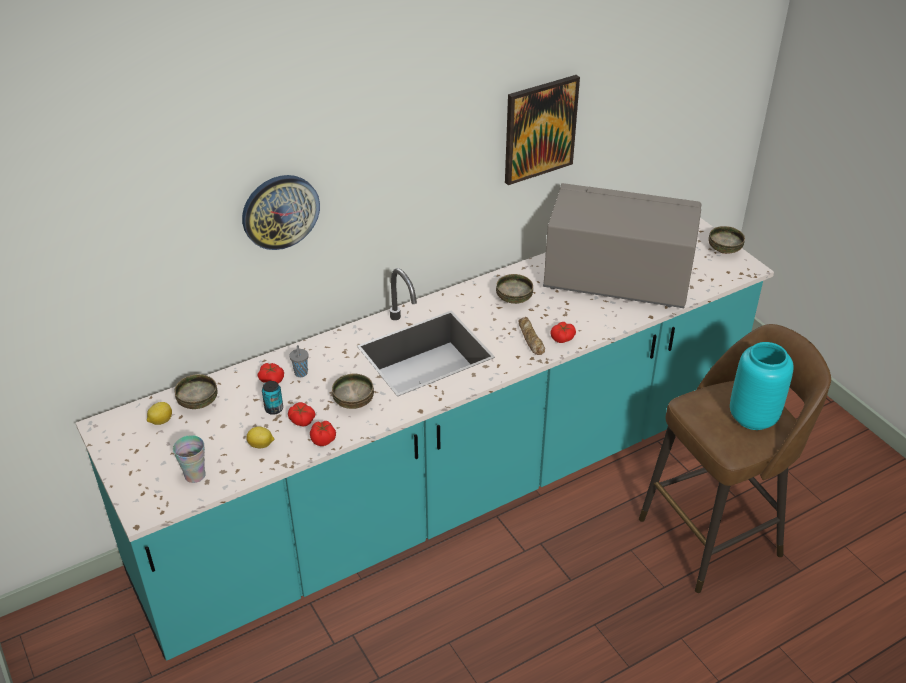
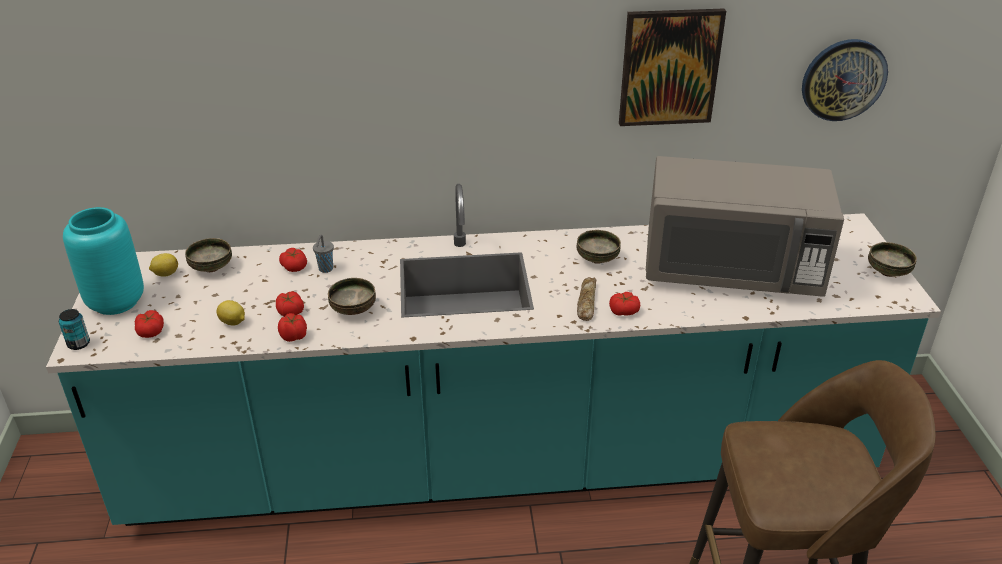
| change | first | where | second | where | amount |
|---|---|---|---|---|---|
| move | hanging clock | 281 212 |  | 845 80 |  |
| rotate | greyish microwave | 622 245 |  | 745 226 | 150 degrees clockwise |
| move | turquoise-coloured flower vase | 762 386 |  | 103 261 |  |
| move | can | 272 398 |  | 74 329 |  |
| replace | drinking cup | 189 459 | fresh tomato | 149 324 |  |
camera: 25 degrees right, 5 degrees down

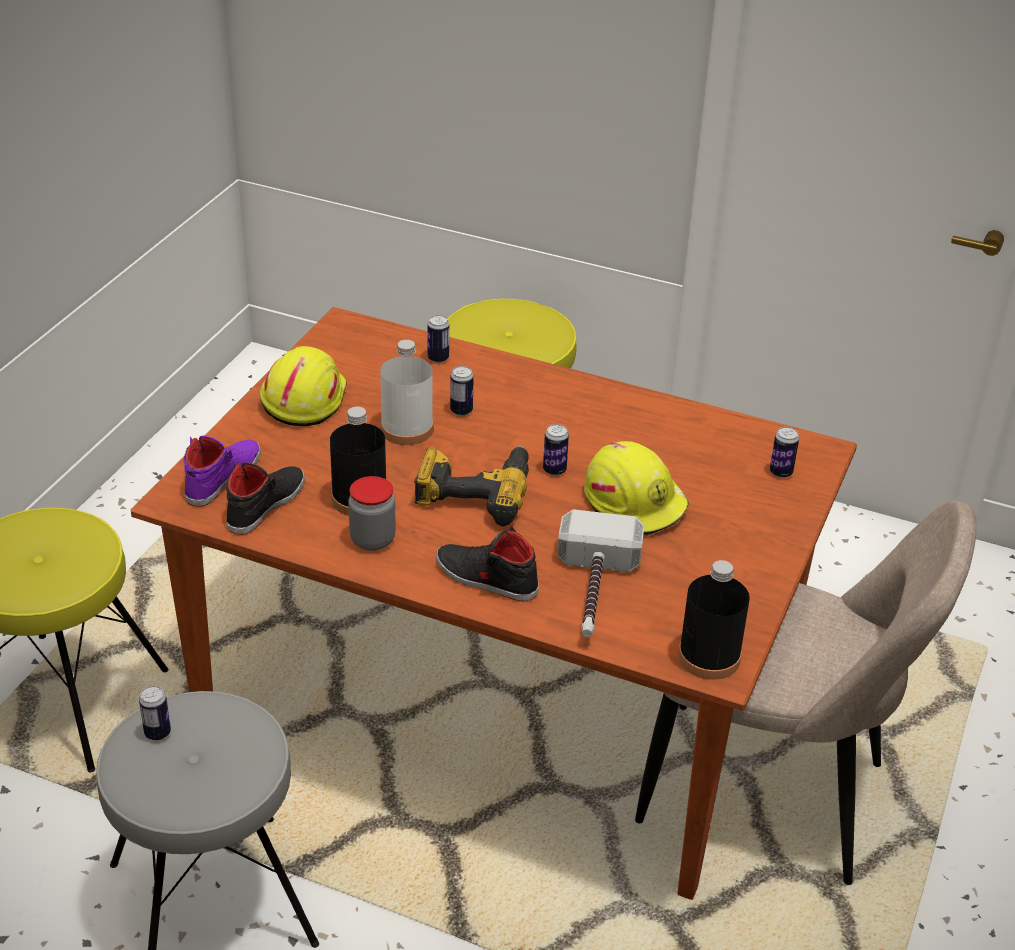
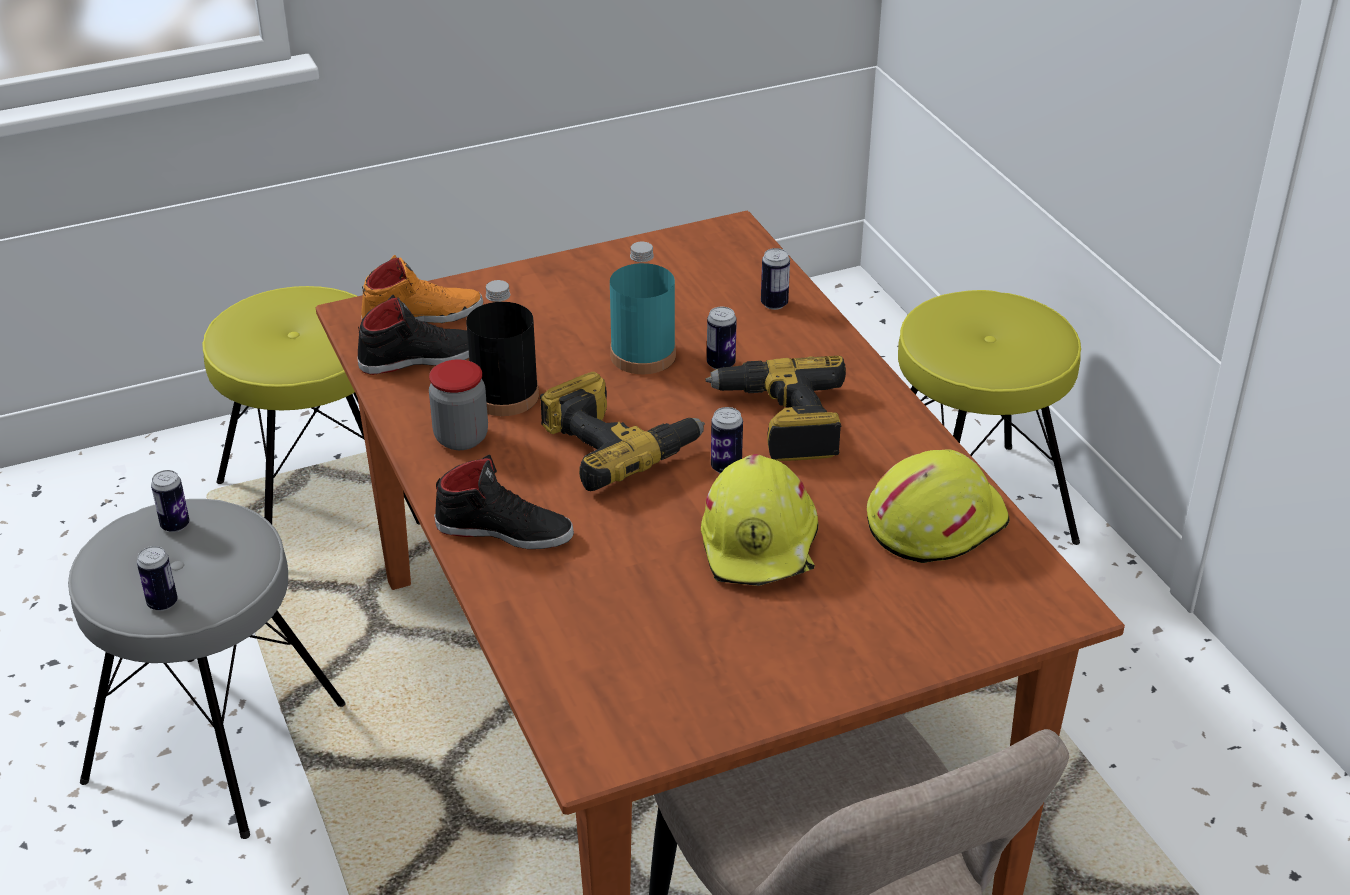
| change | first | where | second | where | amount |
|---|---|---|---|---|---|
| recolor | white-coloured drink bottle | 406 392 | turquoise-coloured drink bottle | 643 308 |  |
| move | yellow safety helmet | 303 386 |  | 938 506 |  |
| move | can | 784 452 |  | 157 578 |  |
| recolor | purple-coloured low shoe | 222 471 | orange low shoe | 422 289 |  |
| delete | hand hammer | 600 573 |  |  |  |
| rotate | black low shoe | 487 564 |  | 504 502 | 120 degrees clockwise |
| delete | black drink bottle | 714 620 |  |  |  |
| insert |  |  | drill | 775 408 |  |
camera: 45 degrees right, 0 degrees up

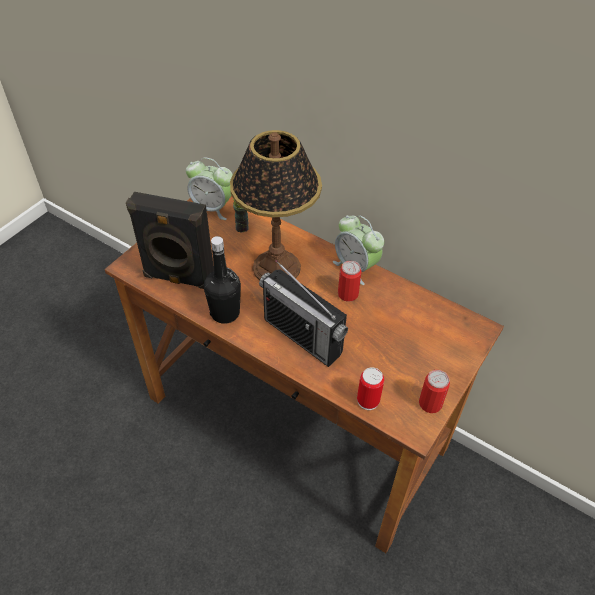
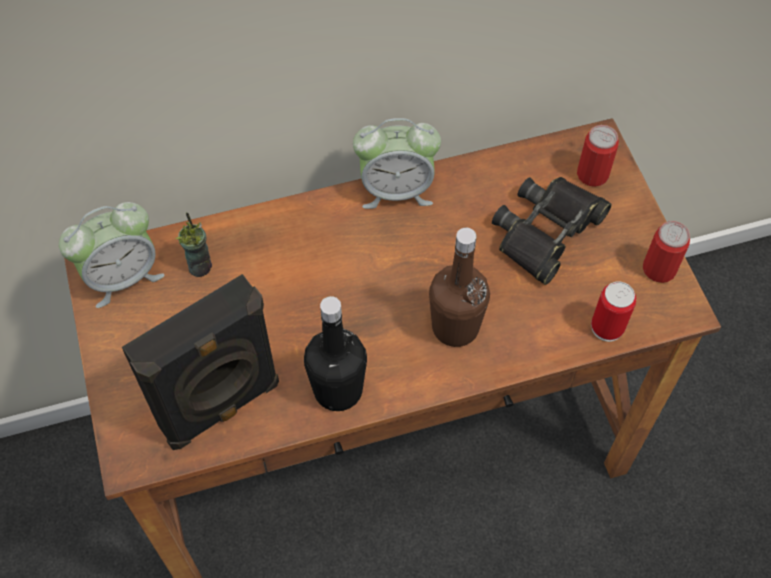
| change | first | where | second | where | amount |
|---|---|---|---|---|---|
| delete | table lamp | 276 205 |  |  |  |
| replace | radio | 303 313 | brown drink bottle | 459 287 |  |
| move | can | 350 281 |  | 598 156 |  |
| insert |  |  | black pair of binoculars | 551 231 |  |
camera: 50 degrees left, 10 degrees up

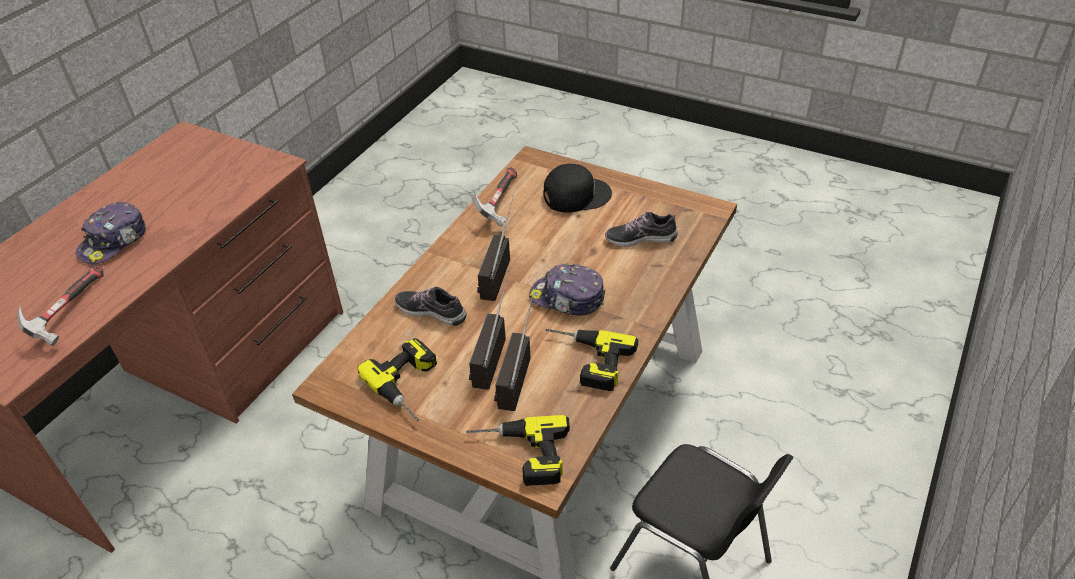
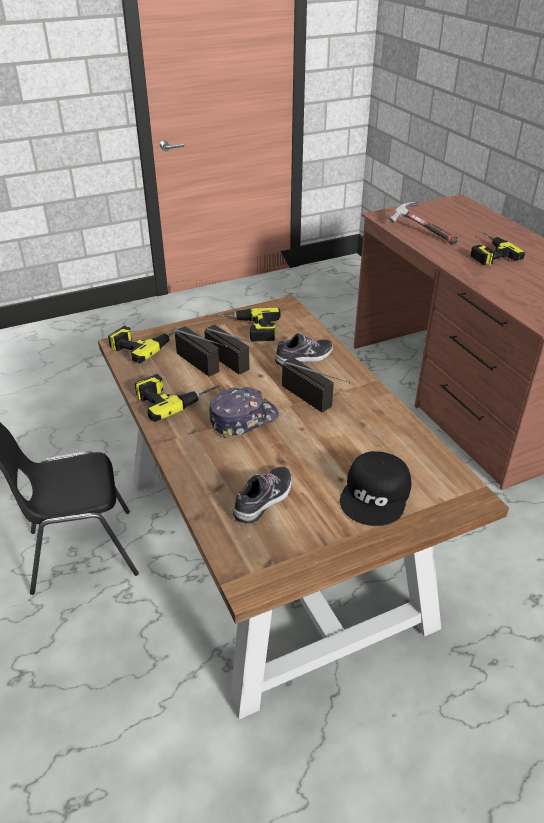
| change | first | where | second | where | amount |
|---|---|---|---|---|---|
| delete | hand hammer | 494 197 |  |  |  |
| replace | cap | 111 233 | drill | 497 248 |  |
camera: 125 degrees right, 5 degrees down

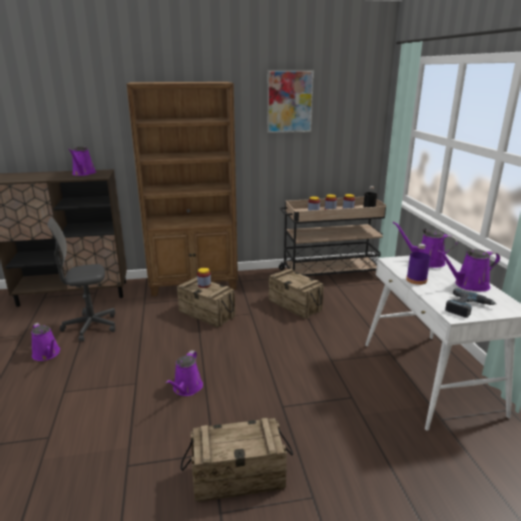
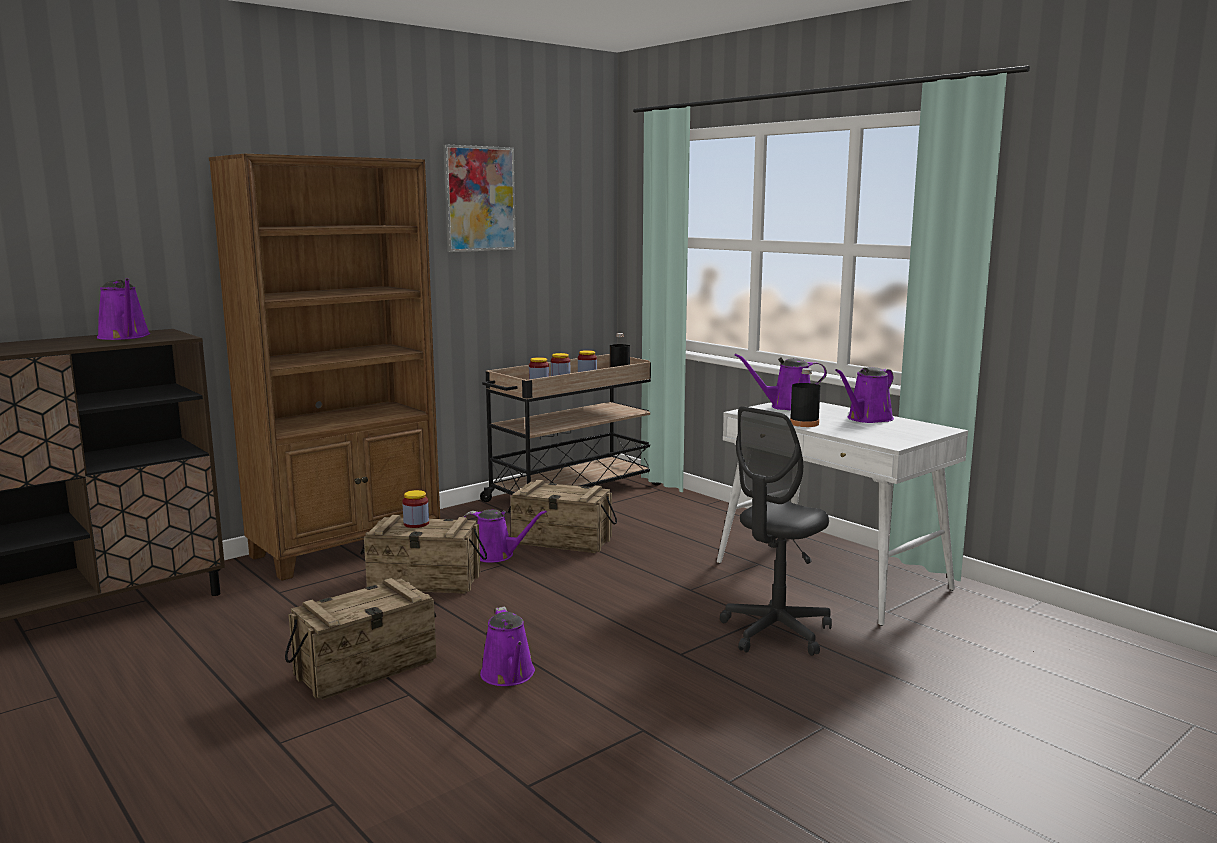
| change | first | where | second | where | amount |
|---|---|---|---|---|---|
| move | greyish computer chair | 81 280 |  | 776 531 |  |
| recolor | purple-coloured drink bottle | 418 264 | black drink bottle | 805 397 |  |
| delete | drill | 470 302 |  |  |  |
| move | purple-coloured sprinkling can | 45 342 |  | 505 536 |  |
| move | packing crate | 237 460 |  | 360 639 |  |
camera: 30 degrees left, 10 degrees down

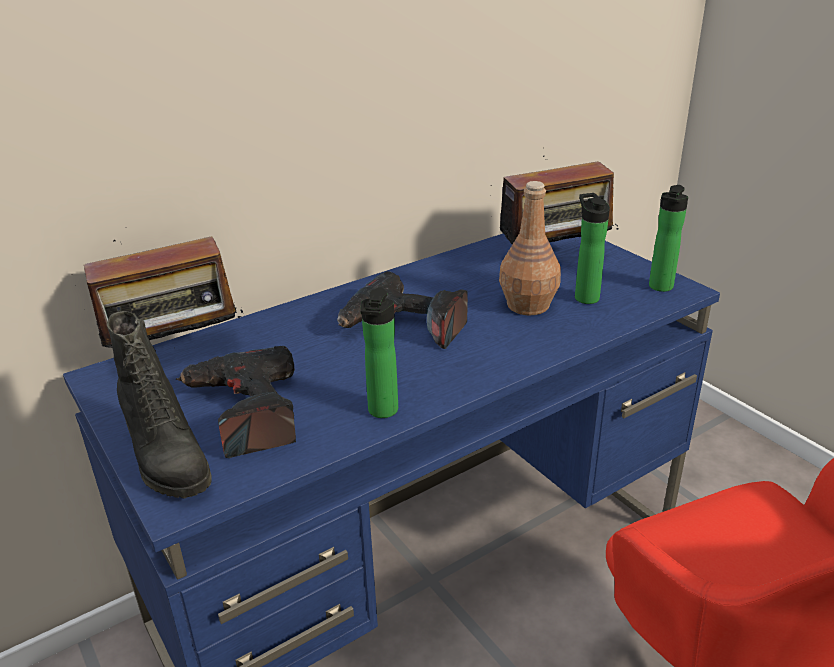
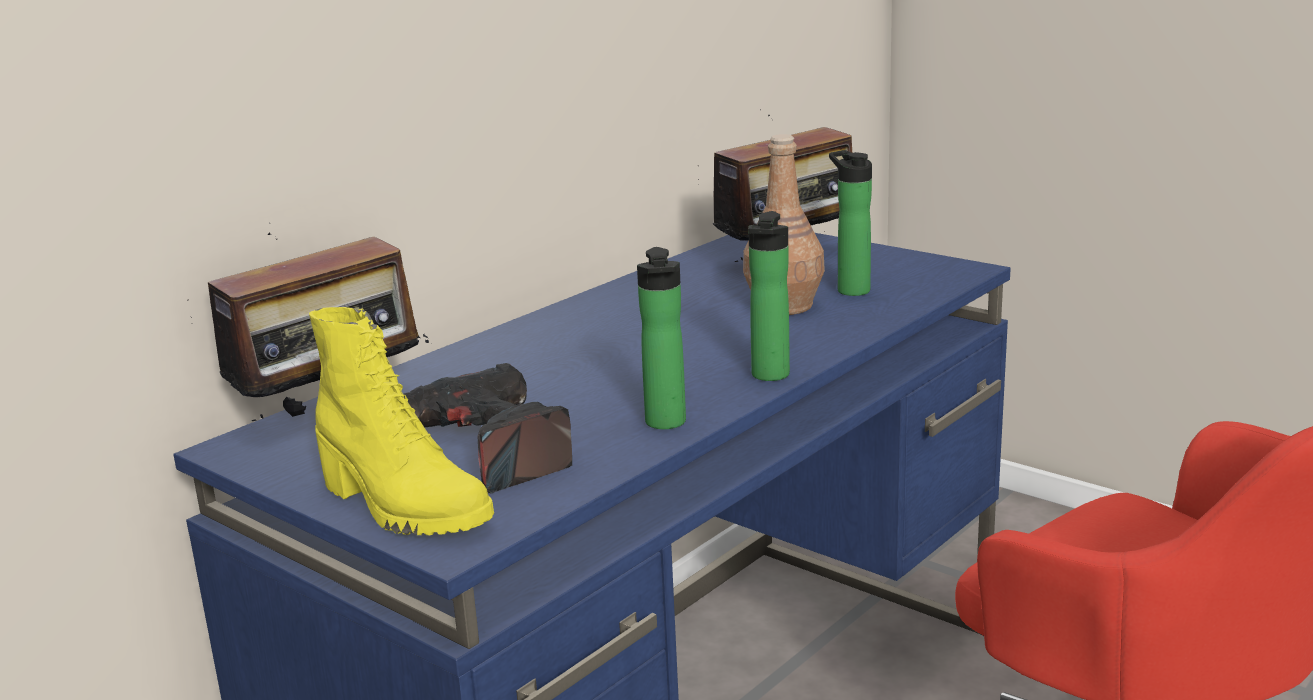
| change | first | where | second | where | amount |
|---|---|---|---|---|---|
| move | drink bottle | 668 238 |  | 769 296 |  |
| delete | drill | 402 310 |  |  |  |
| recolor | black tall boot | 159 404 | yellow tall boot | 401 421 |  |
camera: 15 degrees left, 10 degrees down

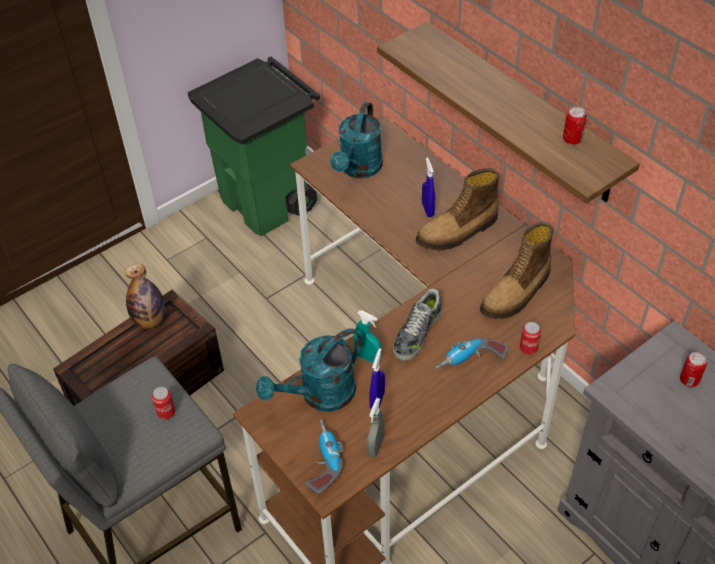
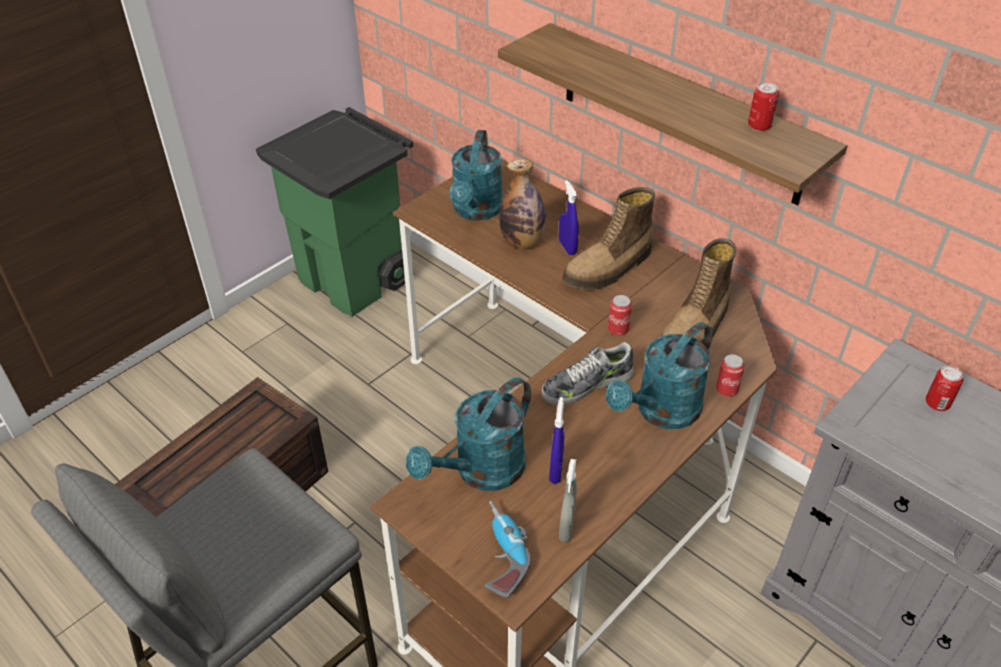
| change | first | where | second | where | amount |
|---|---|---|---|---|---|
| move | drink bottle | 145 296 |  | 522 204 |  |
| rotate | low shoe | 417 325 |  | 587 373 | 45 degrees clockwise |
| delete | turquoise-coloured sprayer | 367 337 |  |  |  |
| replace | drill | 471 353 | turquoise-coloured sprinkling can | 659 375 |  |
| move | can | 164 403 |  | 620 315 |  |
camera: 10 degrees left, 5 degrees down

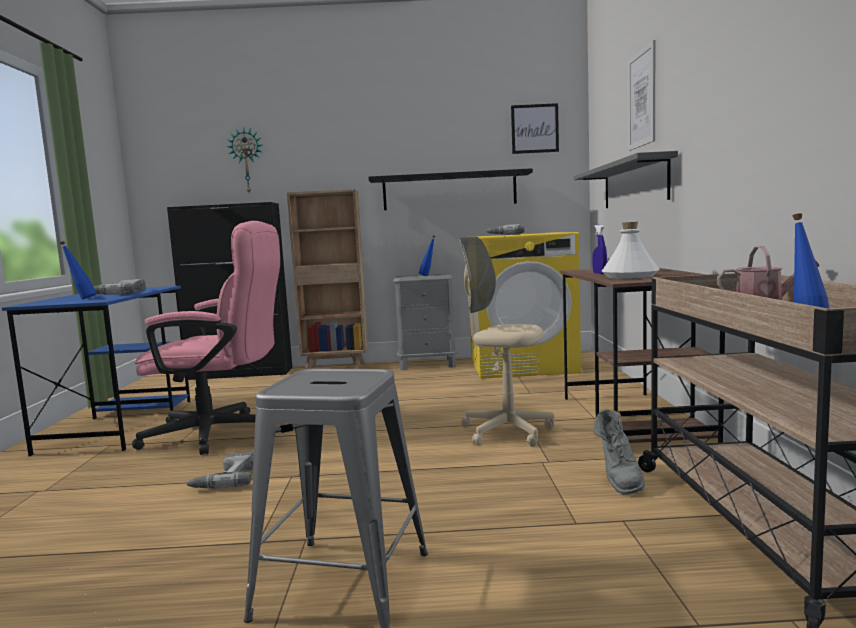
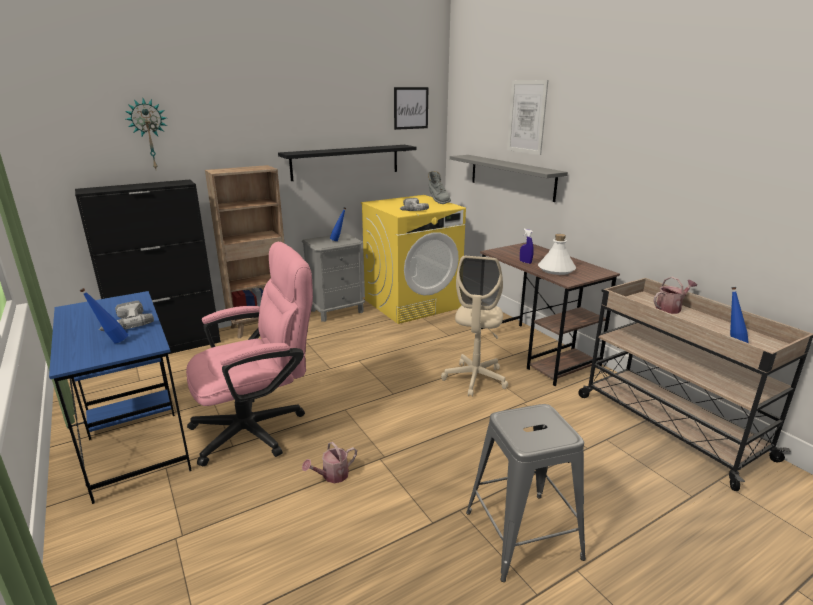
| change | first | where | second | where | amount |
|---|---|---|---|---|---|
| rotate | sand-coloured computer chair | 507 342 |  | 474 326 | 75 degrees counterclockwise |
| move | greyish tall boot | 619 451 |  | 439 187 |  |
| replace | drill | 220 470 | sprinkling can | 329 462 |  |
camera: 30 degrees left, 15 degrees up

